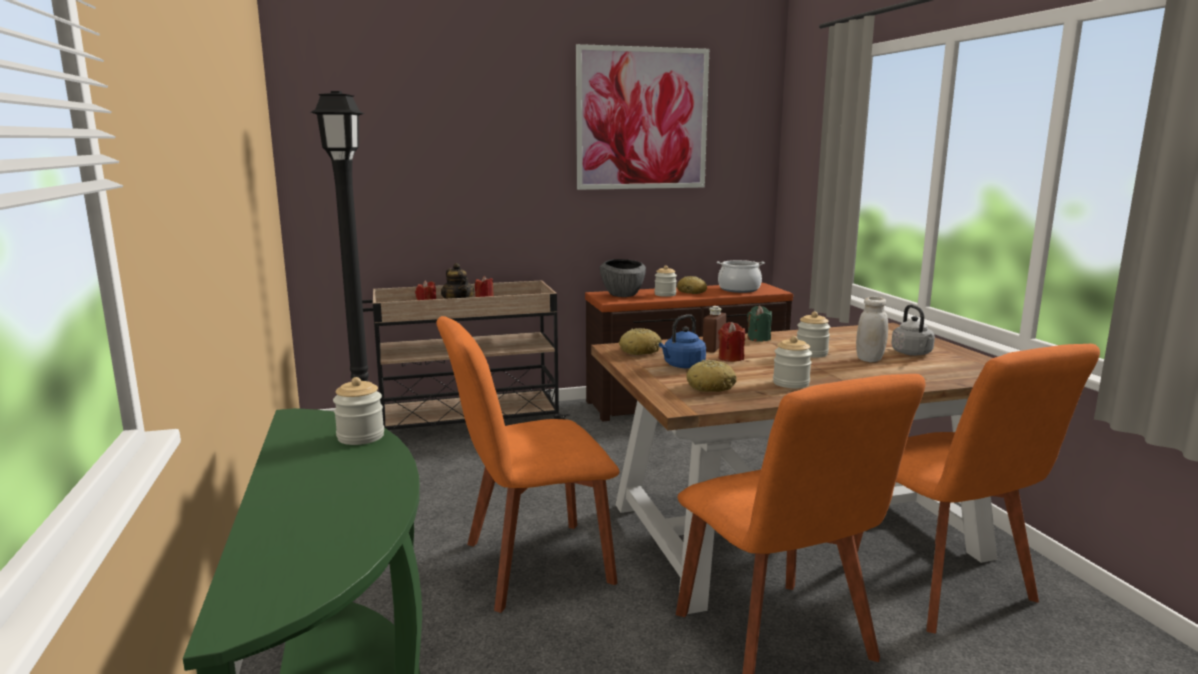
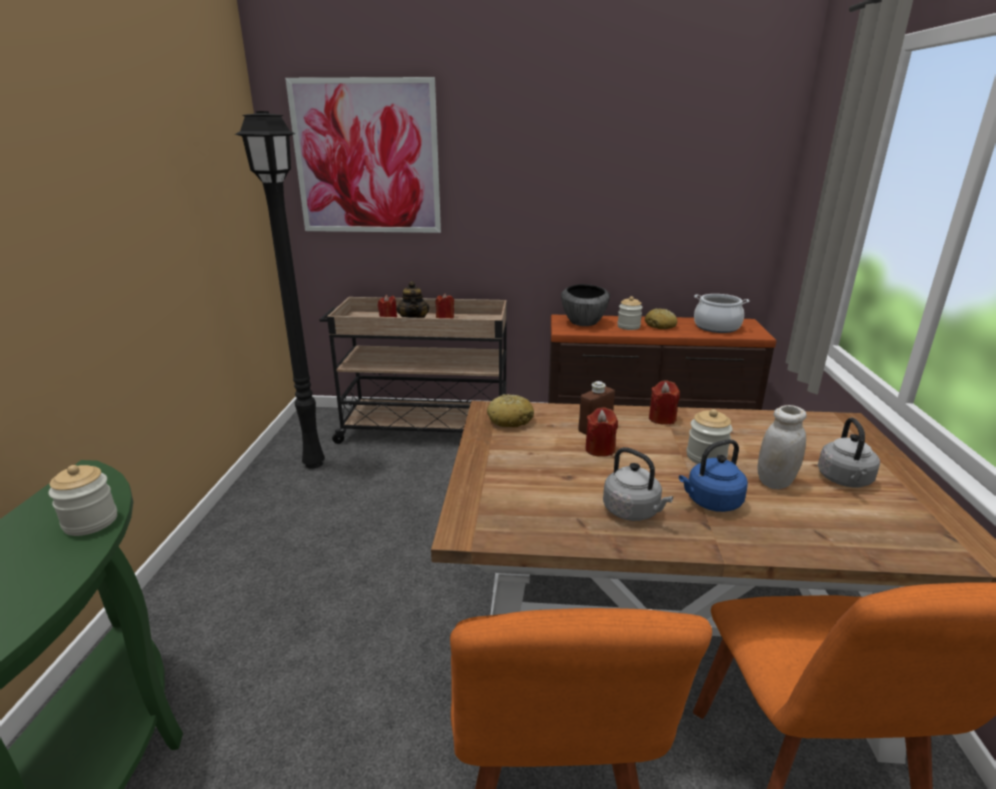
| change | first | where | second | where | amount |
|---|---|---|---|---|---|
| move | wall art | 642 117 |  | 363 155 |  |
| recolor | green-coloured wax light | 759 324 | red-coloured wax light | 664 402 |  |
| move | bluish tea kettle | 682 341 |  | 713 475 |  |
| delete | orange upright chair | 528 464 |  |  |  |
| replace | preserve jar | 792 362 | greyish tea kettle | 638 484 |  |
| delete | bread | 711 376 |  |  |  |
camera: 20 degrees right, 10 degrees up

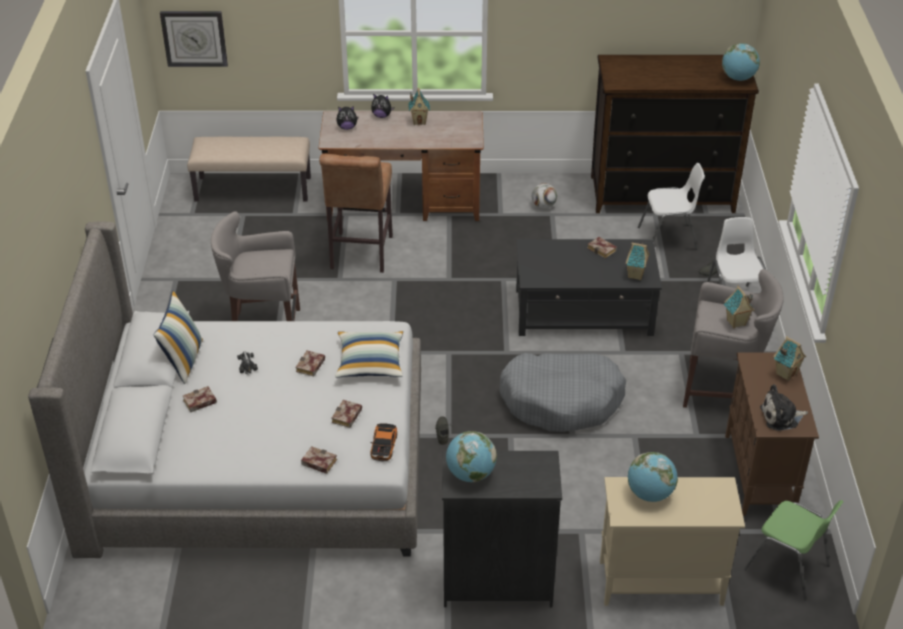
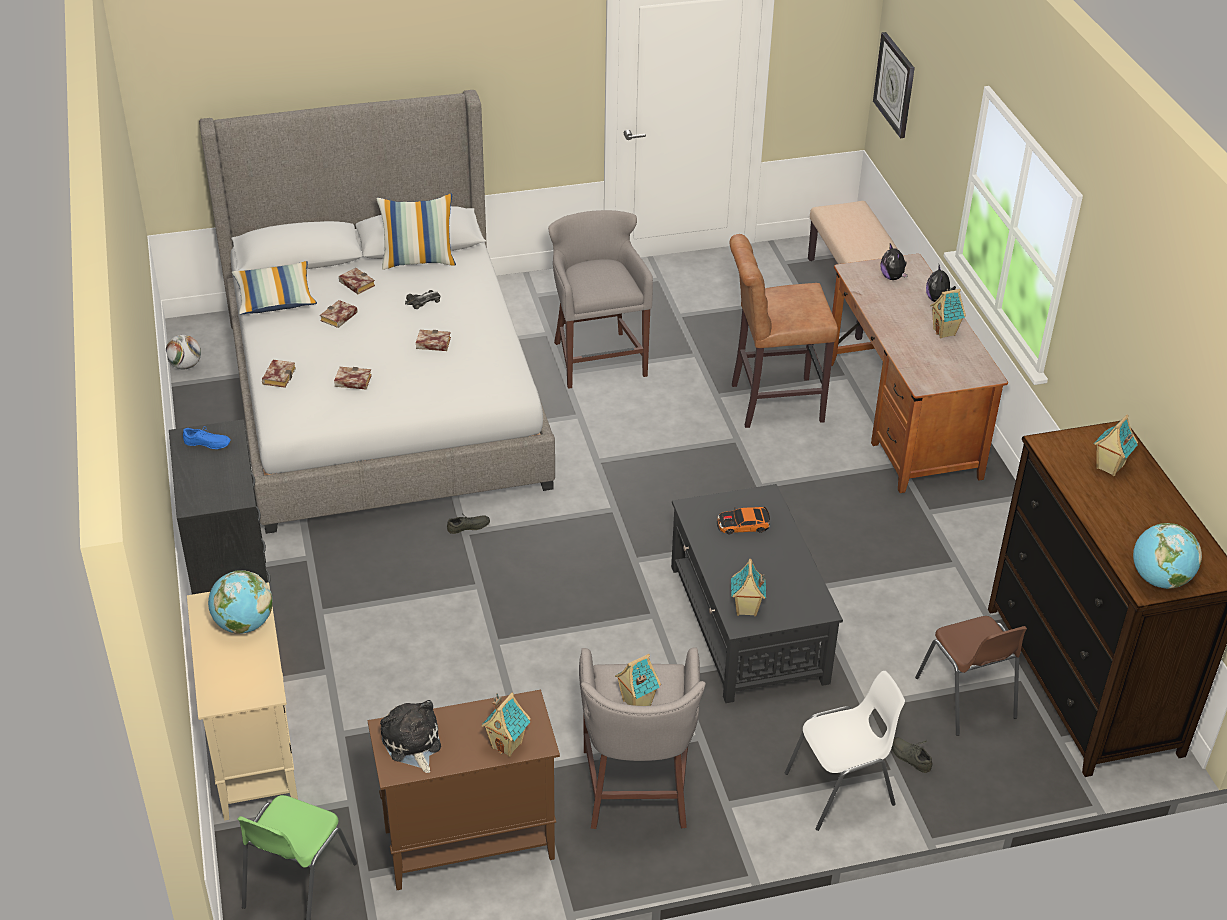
| change | first | where | second | where | amount |
|---|---|---|---|---|---|
| recolor | white-coloured upright chair | 671 206 | brown upright chair | 971 676 |  |
| move | ball for football | 544 196 |  | 183 352 |  |
| move | bound book | 602 248 |  | 338 314 |  |
| move | cushion | 369 354 |  | 274 288 |  |
| delete | greyish dog bed | 562 392 |  |  |  |
| move | model car | 383 442 |  | 743 520 |  |
| replace | world globe | 471 457 | bluish low shoe | 207 437 |  |
| insert |  |  | miniature house | 1116 445 |  |
camera: 75 degrees right, 0 degrees up

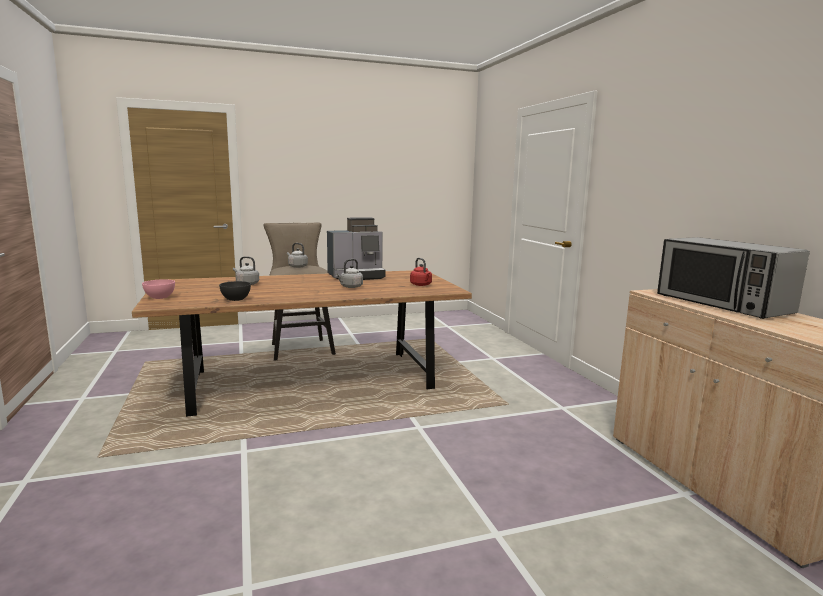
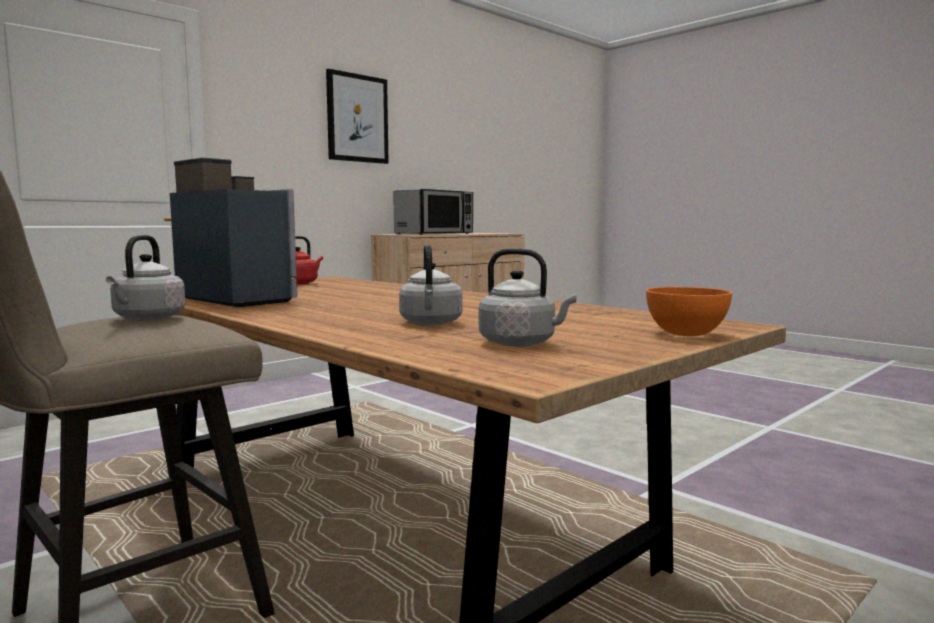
| change | first | where | second | where | amount |
|---|---|---|---|---|---|
| move | greyish tea kettle | 349 273 |  | 528 297 |  |
| recolor | pinkish deep dish | 158 289 | orange deep dish | 689 311 |  |
| delete | greyish deep dish | 235 291 |  |  |  |
| insert |  |  | wall art | 357 116 |  |
camera: 115 degrees left, 5 degrees down

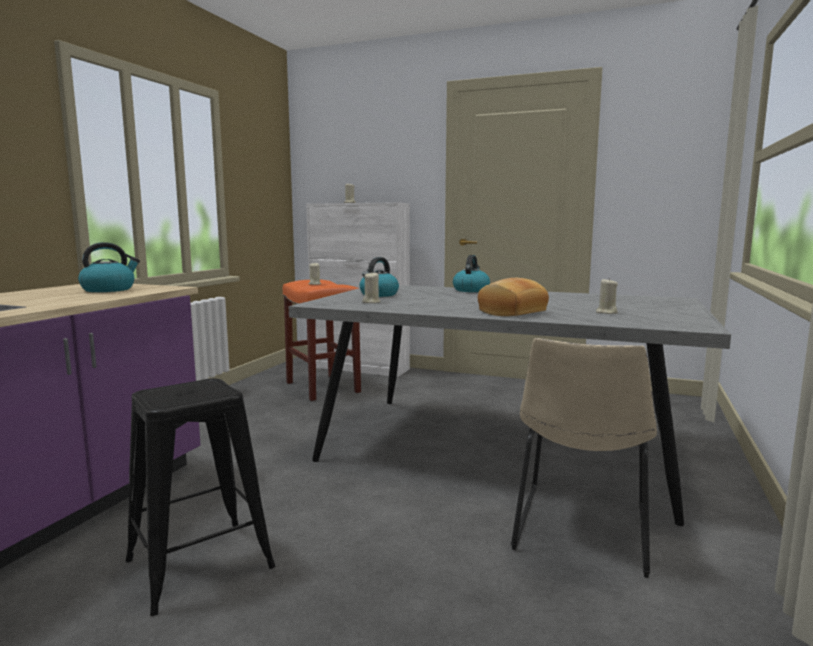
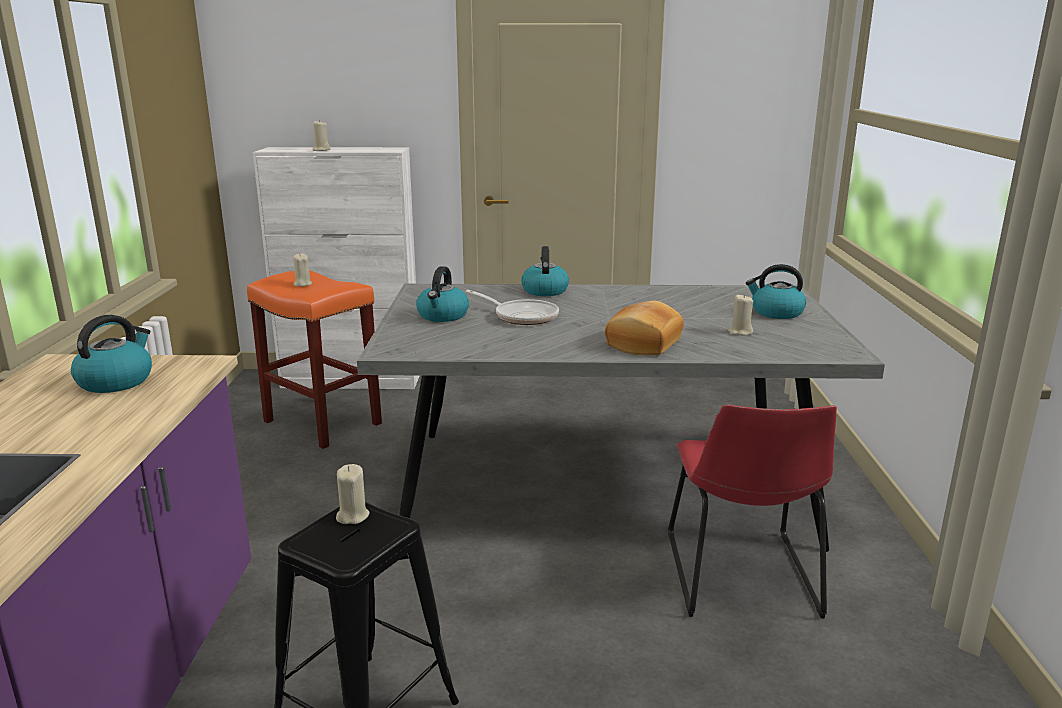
| change | first | where | second | where | amount |
|---|---|---|---|---|---|
| move | sand-coloured wax light | 371 287 |  | 353 494 |  |
| recolor | sand-coloured upright chair | 584 458 | red-coloured upright chair | 752 511 |  |
| insert |  |  | tea kettle | 776 291 |  |
| insert |  |  | skillet | 512 307 |  |
camera: 20 degrees left, 10 degrees up

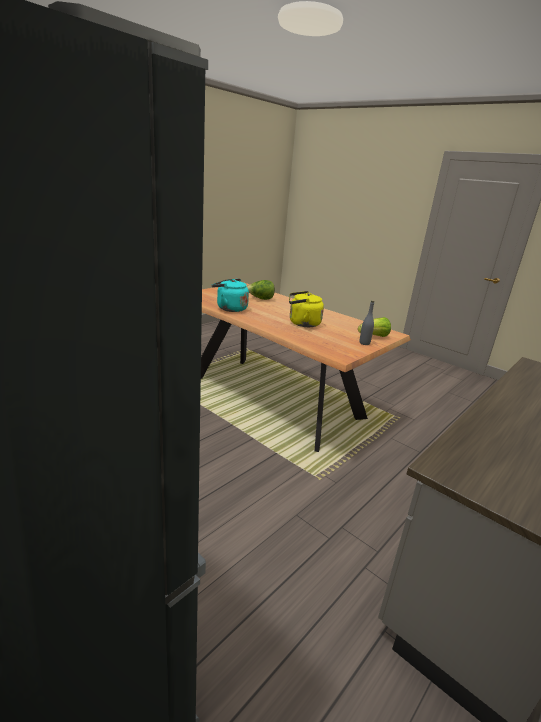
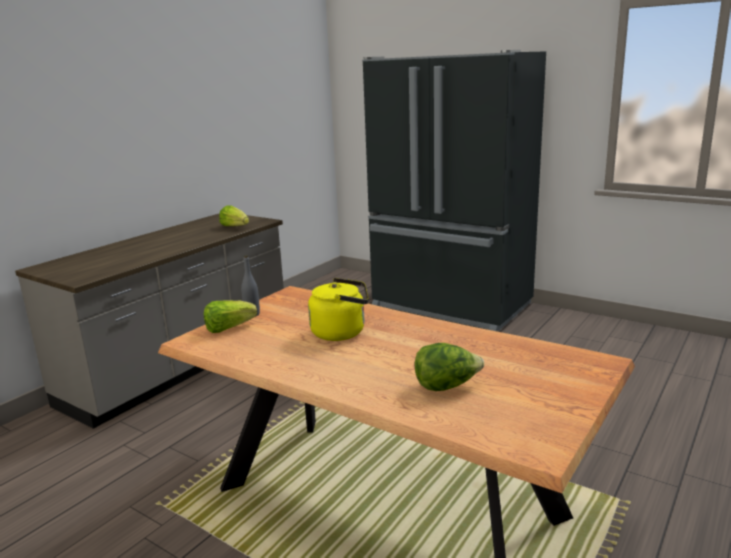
| change | first | where | second | where | amount |
|---|---|---|---|---|---|
| delete | turquoise-coloured tea kettle | 230 295 |  |  |  |
| insert |  |  | lettuce head | 234 216 |  |
camera: 175 degrees right, 5 degrees down

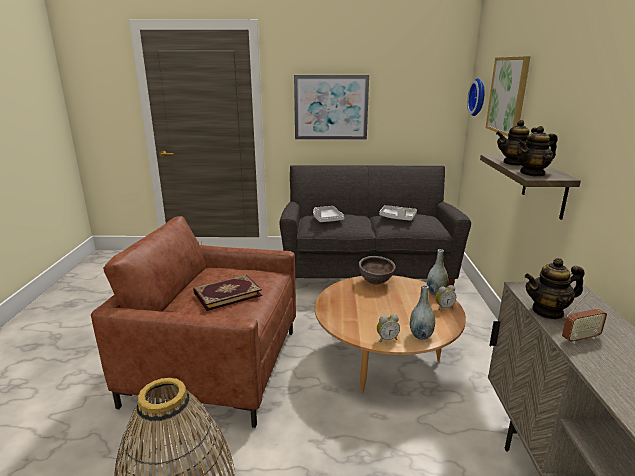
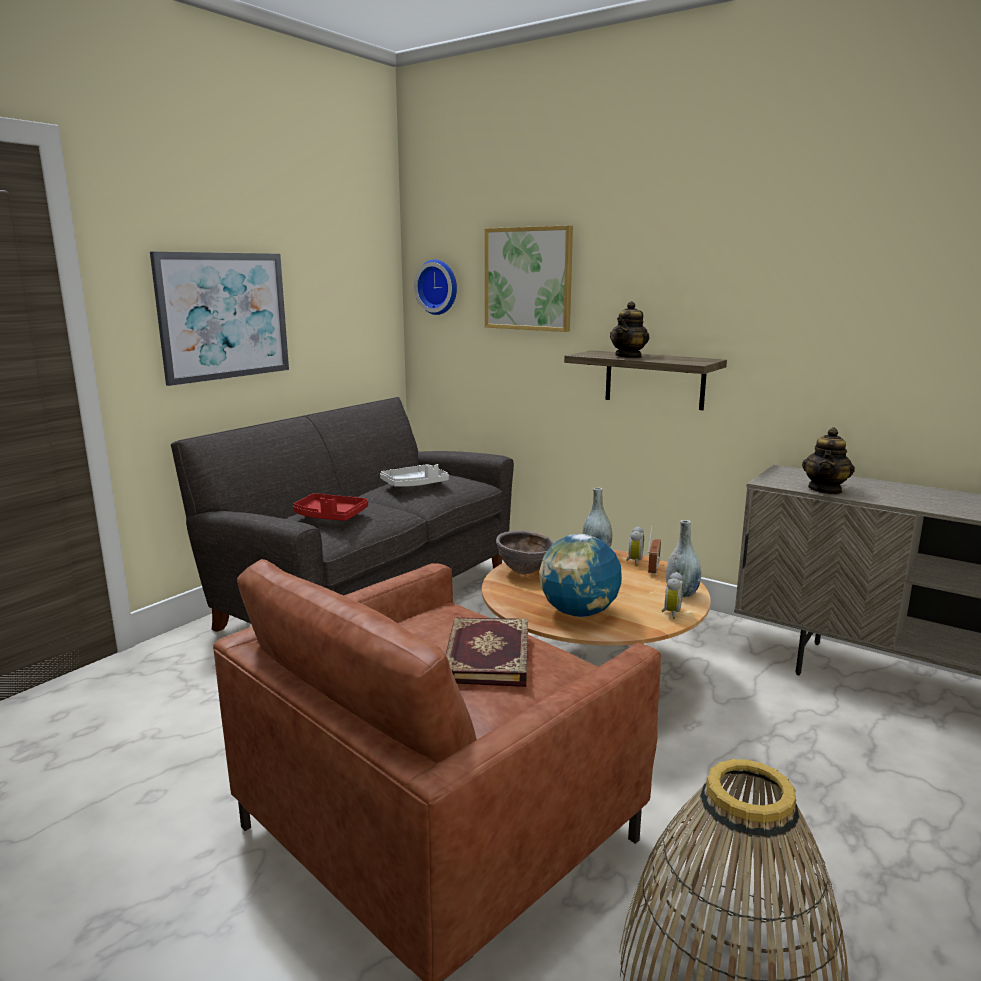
| change | first | where | second | where | amount |
|---|---|---|---|---|---|
| delete | pot for tea | 537 151 |  |  |  |
| recolor | greyish tray | 329 214 | red-coloured tray | 330 507 |  |
| move | radio | 584 317 |  | 654 549 |  |
| insert |  |  | world globe | 580 575 |  |
camera: 55 degrees left, 5 degrees down

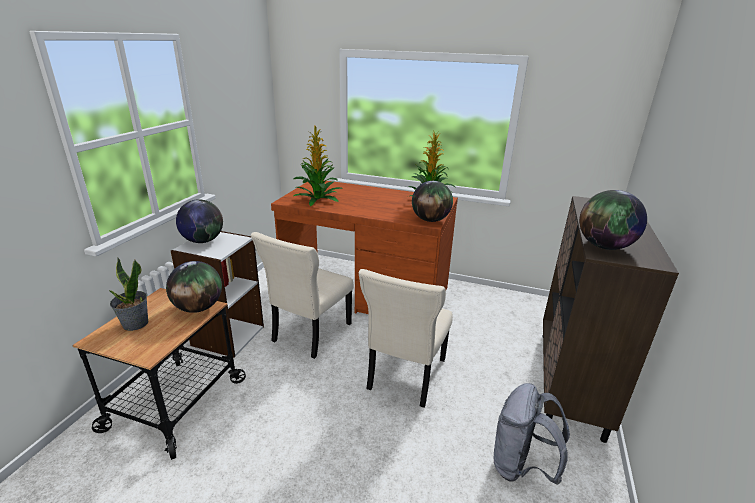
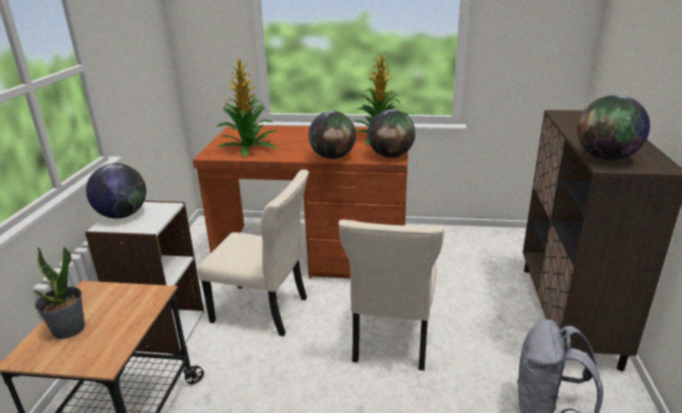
| change | first | where | second | where | amount |
|---|---|---|---|---|---|
| rotate | sand-coloured upright chair | 302 295 |  | 253 252 | 90 degrees counterclockwise |
| move | world globe | 194 287 |  | 332 135 |  |
camera: 10 degrees left, 0 degrees up

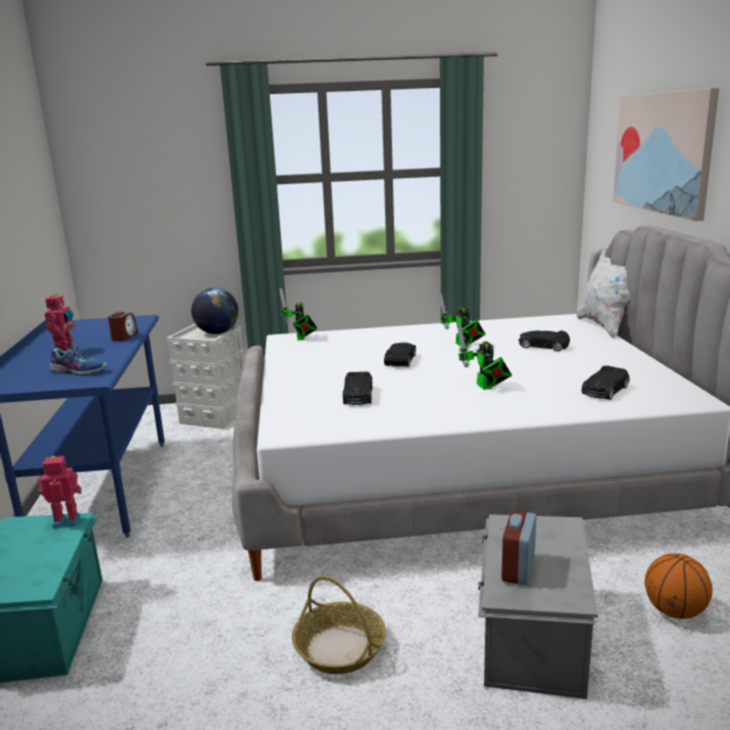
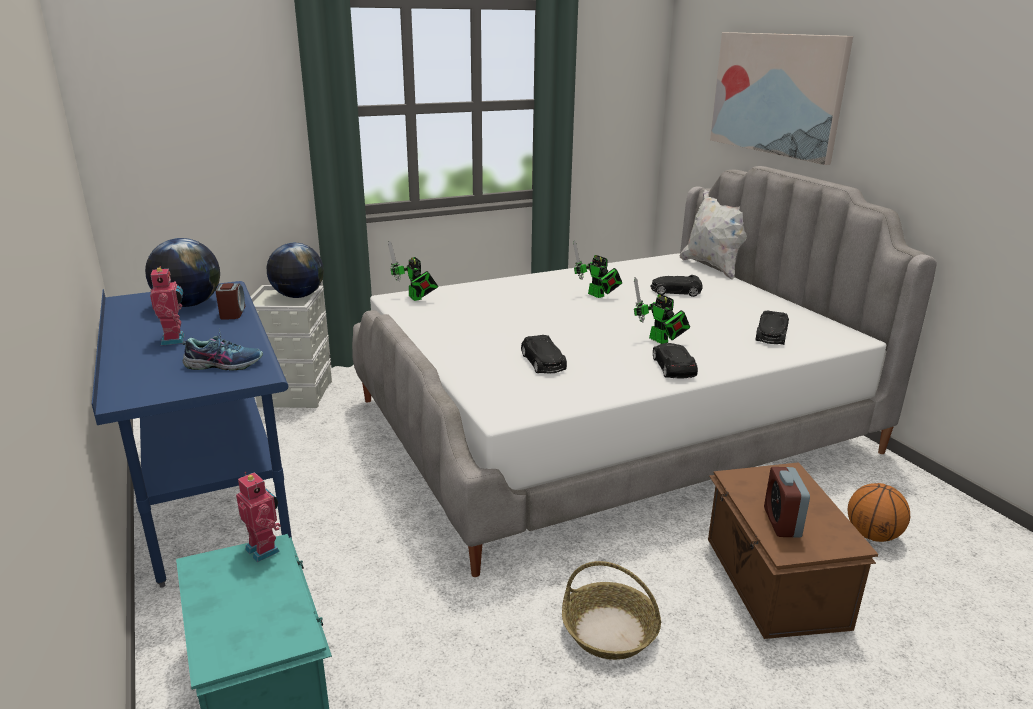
| change | first | where | second | where | amount |
|---|---|---|---|---|---|
| move | black model car | 400 354 |  | 675 361 |  |
| rotate | robot figure | 60 492 |  | 258 517 | 75 degrees clockwise |
| recolor | greyish storage container | 538 606 | brown storage container | 793 550 |  |
| insert |  |  | world globe | 182 272 |  |
camera: 20 degrees left, 5 degrees up

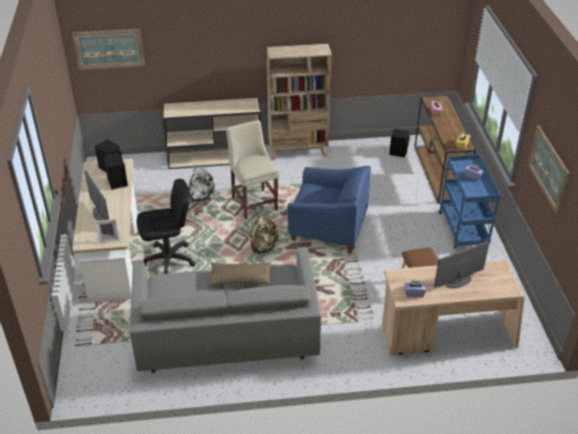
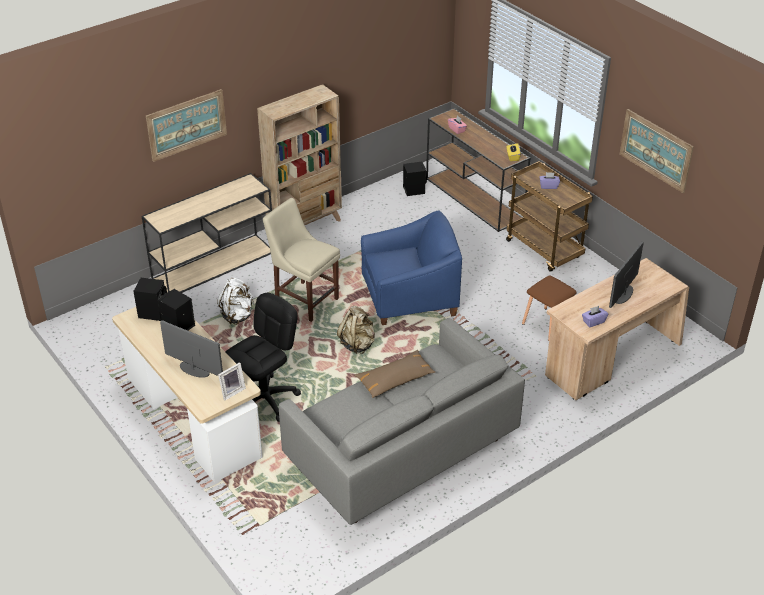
| change | first | where | second | where | amount |
|---|---|---|---|---|---|
| move | wall art | 108 49 |  | 186 125 |  |
| recolor | bluish wheeled cart | 470 201 | brown wheeled cart | 549 216 |  |
camera: 30 degrees left, 0 degrees up

